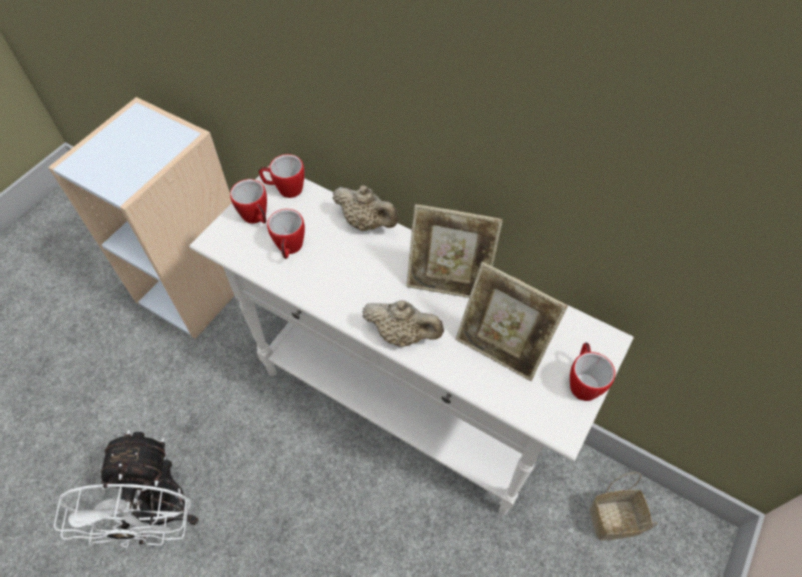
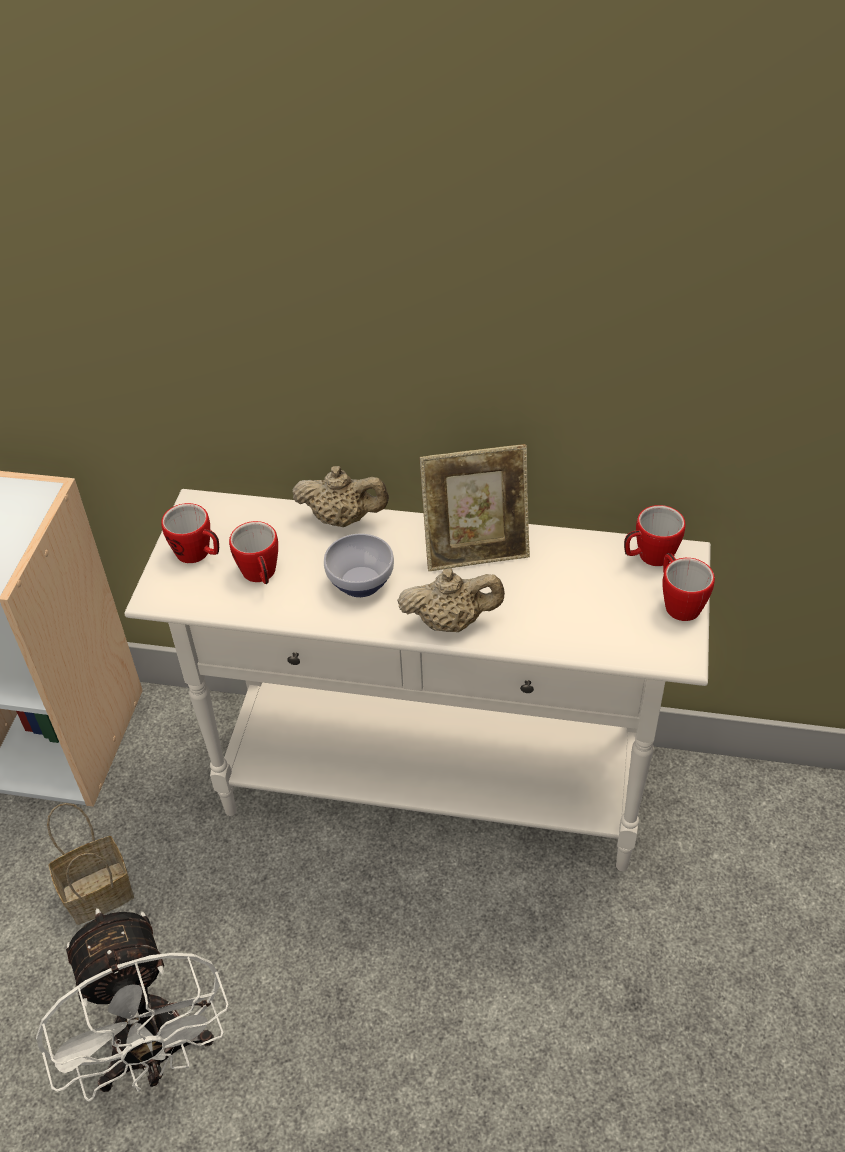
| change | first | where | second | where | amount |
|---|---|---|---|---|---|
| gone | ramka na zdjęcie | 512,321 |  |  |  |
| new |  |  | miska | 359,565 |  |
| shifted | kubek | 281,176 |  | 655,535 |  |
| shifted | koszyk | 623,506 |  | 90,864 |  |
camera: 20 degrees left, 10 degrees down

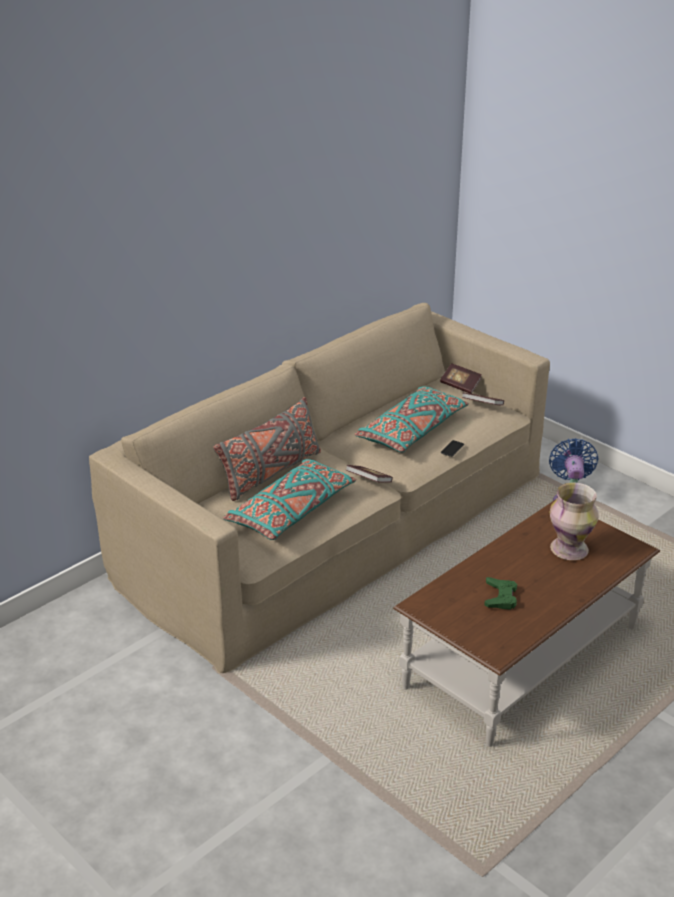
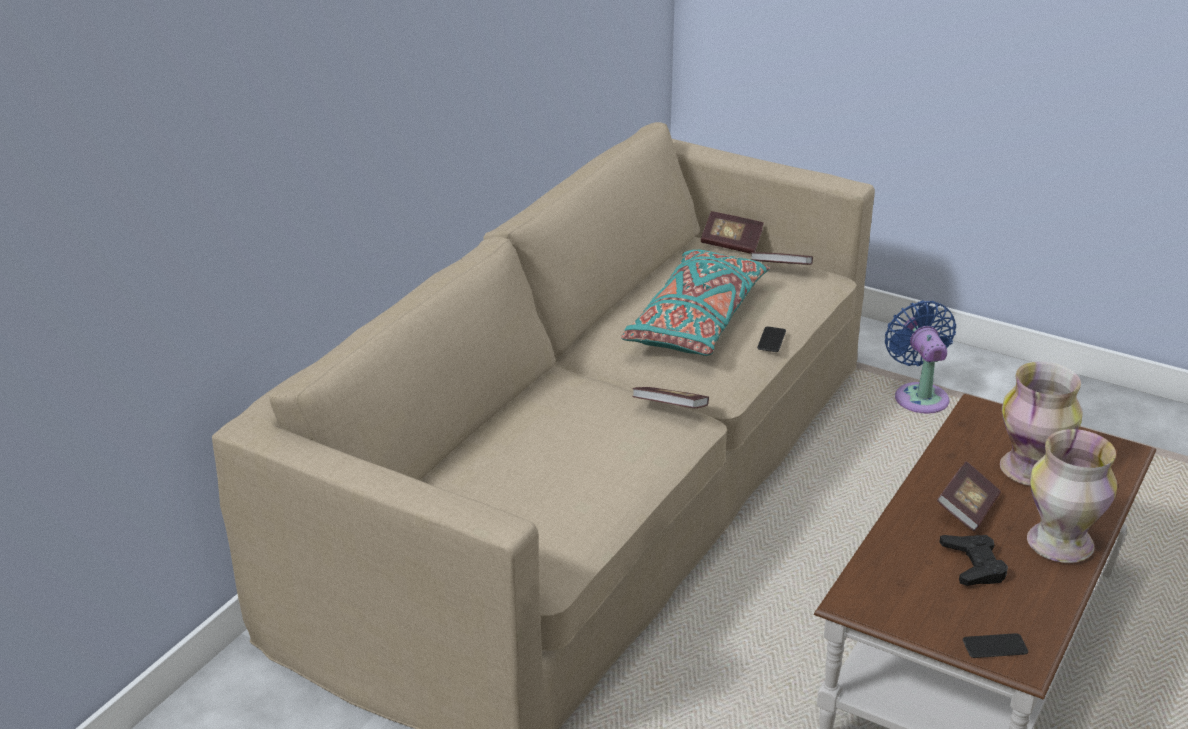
| change | first | where | second | where | amount |
|---|---|---|---|---|---|
| gone | poduszka (szary) | 267,449 |  |  |  |
| gone | poduszka (turkusowy) | 289,499 |  |  |  |
| new |  |  | książka | 969,496 |  |
| new |  |  | telefon | 995,645 |  |
| new |  |  | wazon | 1072,496 |  |
| repainted | pad do gier (zielony) | 500,593 | pad do gier (czarny) | 973,560 |  |
camera: 15 degrees left, 0 degrees up

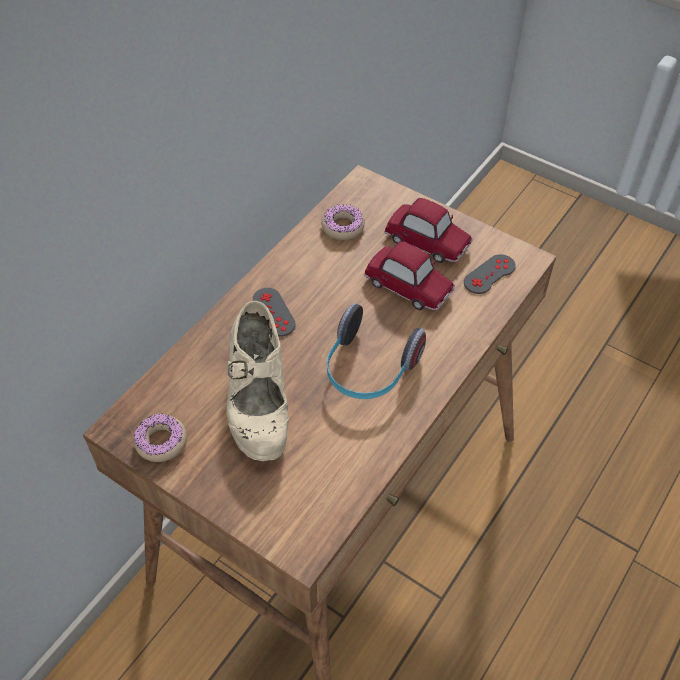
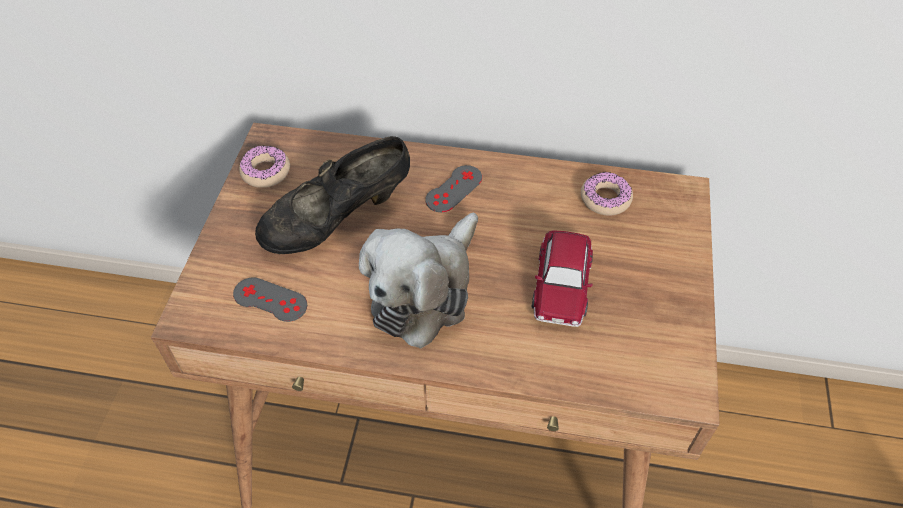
| change | first | where | second | where | amount |
|---|---|---|---|---|---|
| gone | samochodzik | 428,230 |  |  |  |
| shifted | pad do gier (szary) | 490,274 |  | 270,299 |  |
| swapped | słuchawki | 376,351 | pluszak | 418,281 |  |
| repainted | but (beżowy) | 258,381 | but (czarny) | 332,195 |  |
camera: 65 degrees right, 0 degrees up

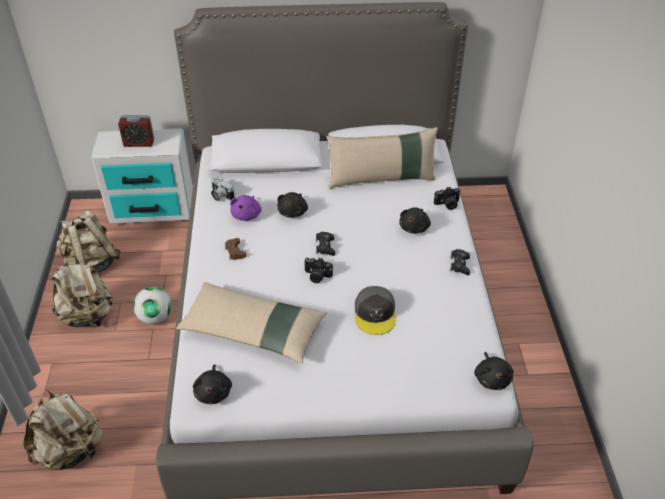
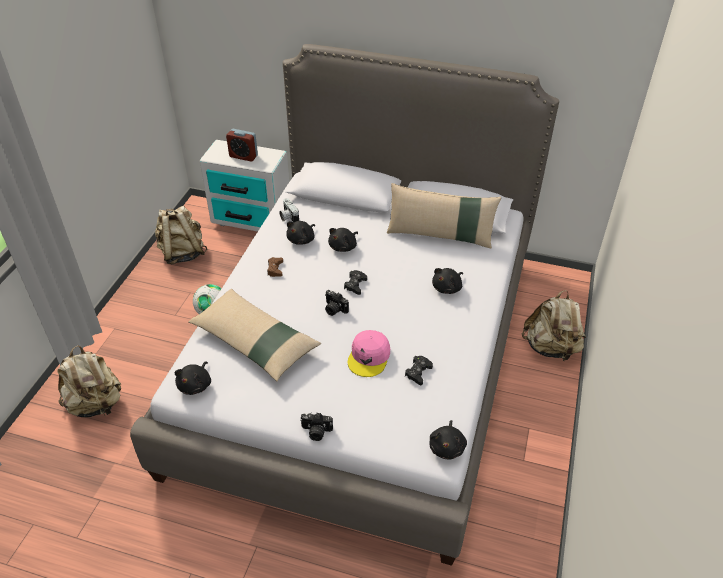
| change | first | where | second | where | amount |
|---|---|---|---|---|---|
| shifted | plecak (beżowy) | 82,292 |  | 554,325 |  |
| shifted | aparat fotograficzny | 447,198 |  | 316,426 |  |
| shifted | pad do gier (czarny) | 460,262 |  | 419,370 |  |
| repainted | pluszak (fioletowy) | 246,208 | pluszak (czarny) | 300,233 |  |
| repainted | czapka z daszkiem (szary) | 375,310 | czapka z daszkiem (różowy) | 369,353 |  |
camera: 20 degrees right, 0 degrees up

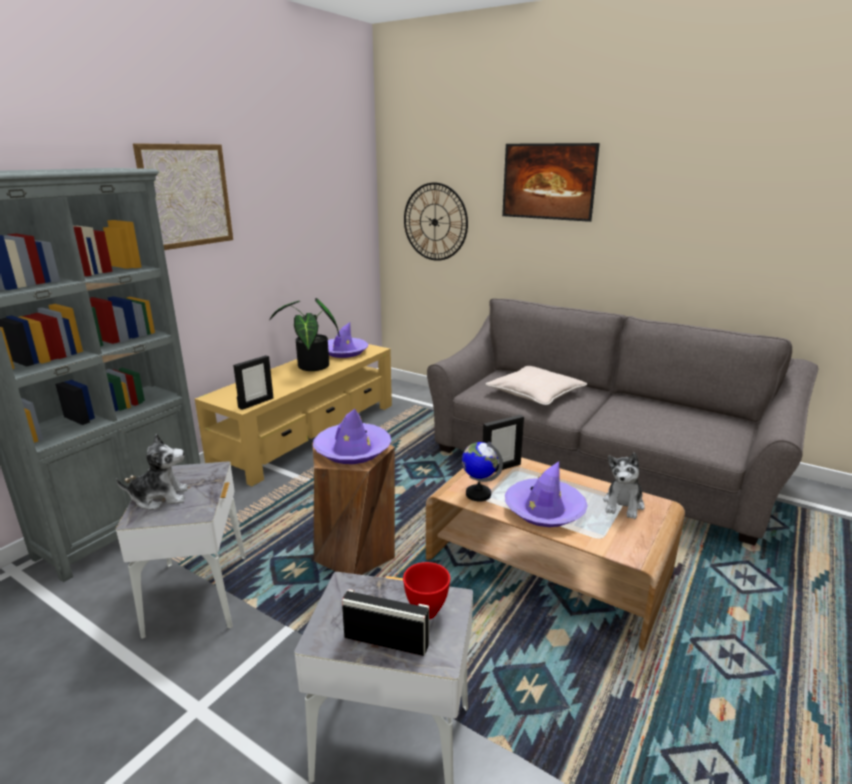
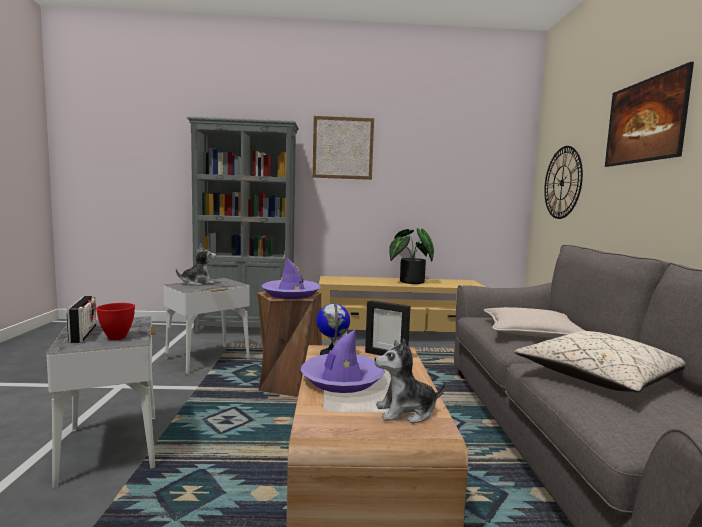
| change | first | where | second | where | amount |
|---|---|---|---|---|---|
| gone | ramka na zdjęcie | 253,382 |  |  |  |
| gone | kapelusz (fioletowy) | 348,340 |  |  |  |
| new |  |  | poduszka (beżowy) | 599,361 |  |
| rotated | pluszak | 152,472 |  | 196,265 | 75 degrees counterclockwise |
camera: 55 degrees right, 15 degrees down

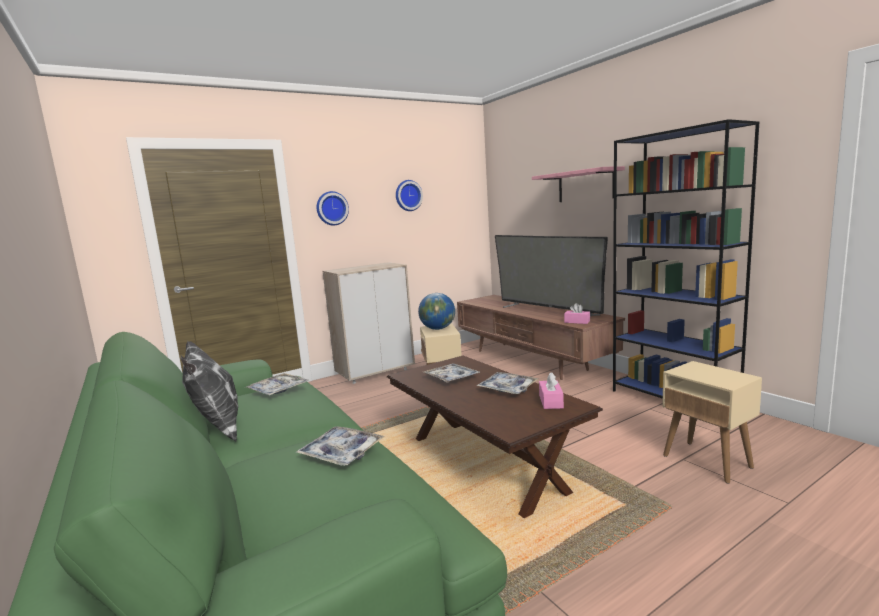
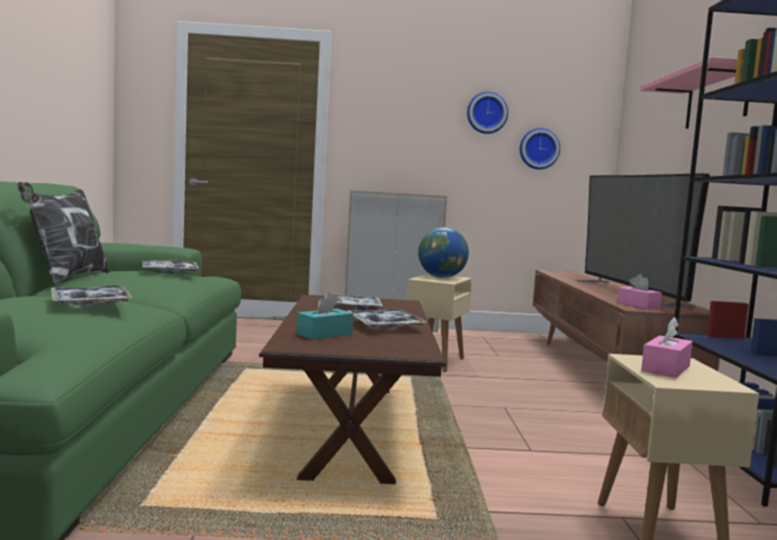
| change | first | where | second | where | amount |
|---|---|---|---|---|---|
| new |  |  | pudełko chusteczek (turkusowy) | 325,316 |  |
| shifted | zegar ścienny | 333,208 |  | 540,148 |  |
| shifted | pudełko chusteczek (różowy) | 551,391 |  | 667,347 |  |
camera: 30 degrees right, 5 degrees down

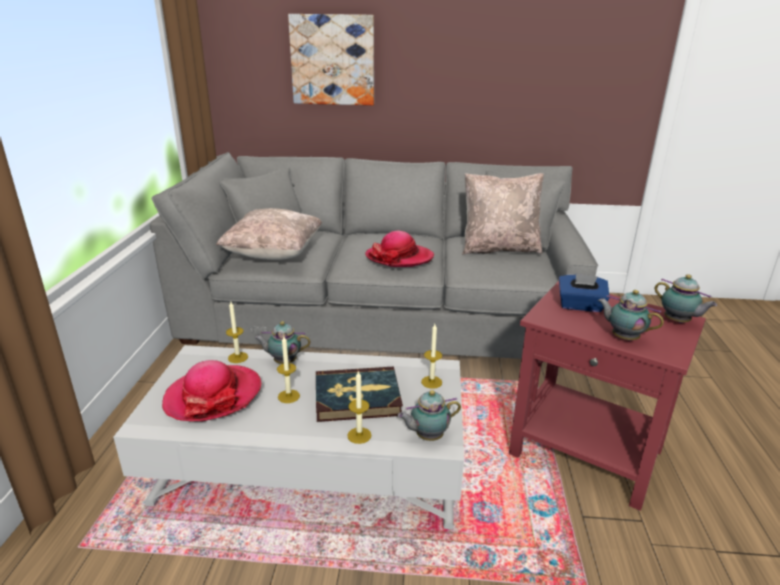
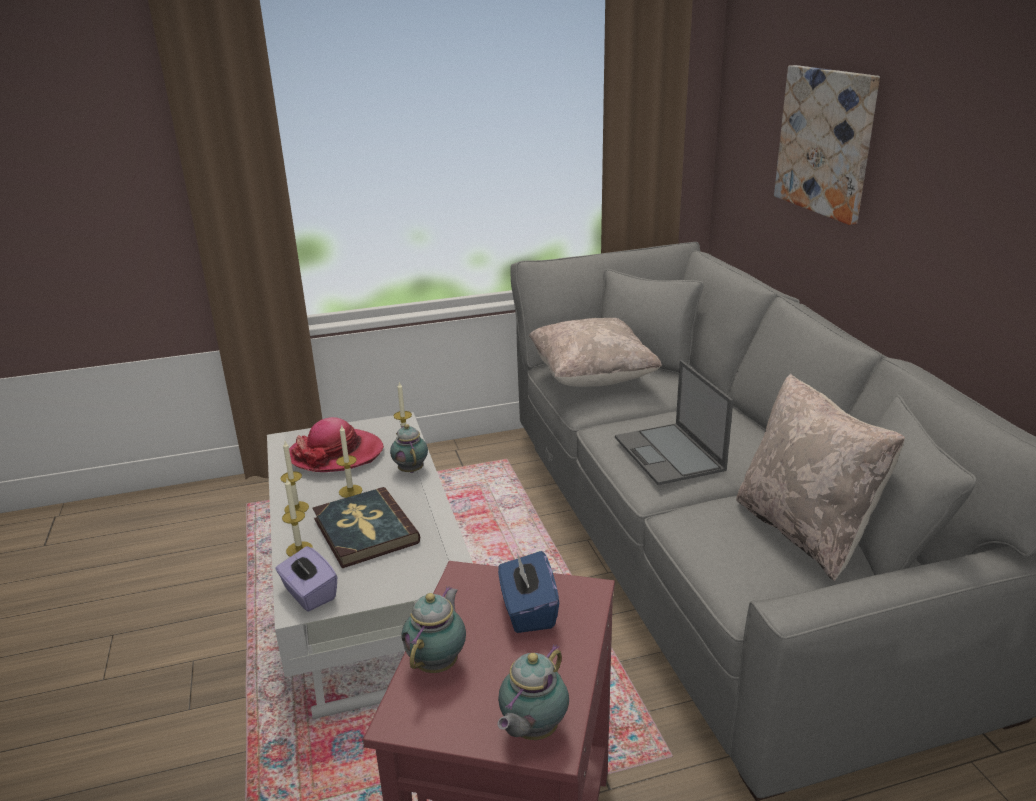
| change | first | where | second | where | amount |
|---|---|---|---|---|---|
| shifted | świeca | 431,356 |  | 295,477 |  |
| swapped | kapelusz | 399,249 | laptop | 674,422 |  |
| swapped | imbryk | 429,415 | pudełko chusteczek (fioletowy) | 306,578 |  |
camera: 70 degrees right, 0 degrees up

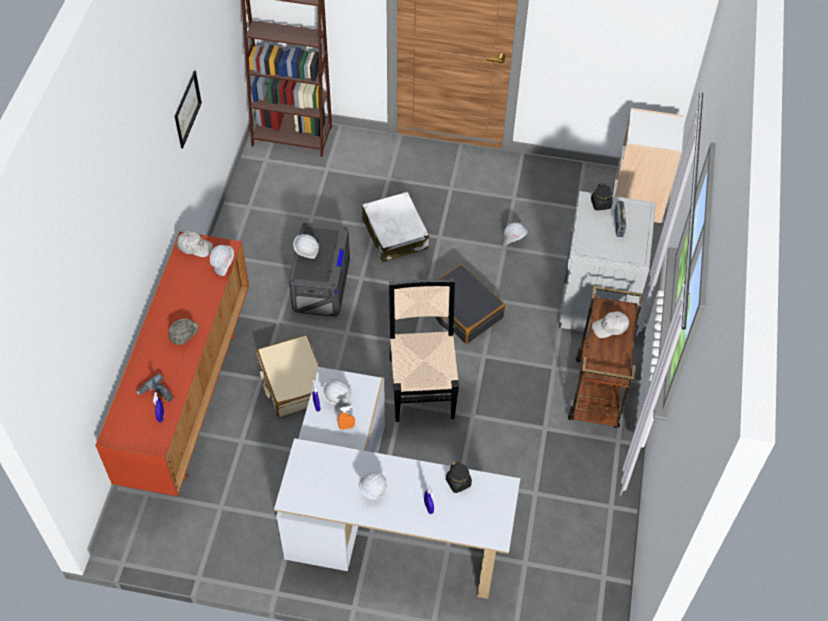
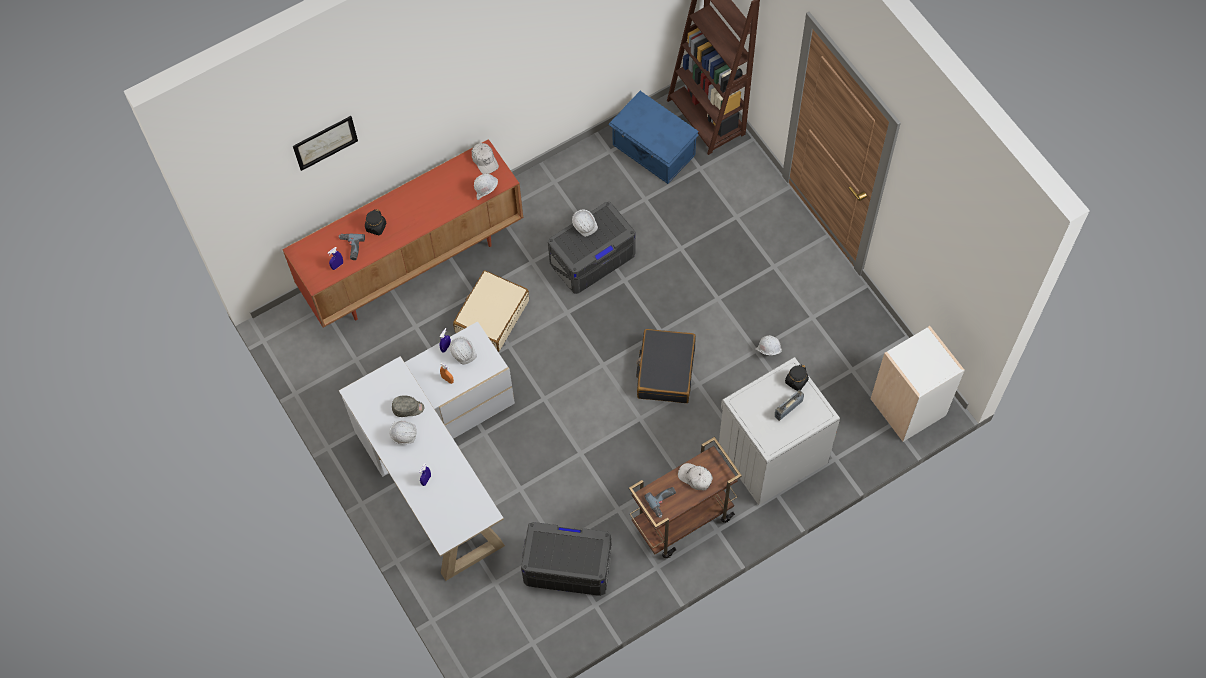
| change | first | where | second | where | amount |
|---|---|---|---|---|---|
| gone | walizka (biały) | 395,227 |  |  |  |
| gone | krzesło | 424,350 |  |  |  |
| new |  |  | pojemnik do przechowywania (szary) | 566,559 |  |
| new |  |  | pojemnik do przechowywania (niebieski) | 653,137 |  |
| new |  |  | wiertarka | 660,502 |  |
| shifted | czapka z daszkiem (szary) | 184,332 |  | 408,406 |  |
| shifted | obraz | 188,109 |  | 325,143 |  |
| shifted | słoik (czarny) | 459,477 |  | 376,222 |  |
camera: 50 degrees right, 10 degrees up

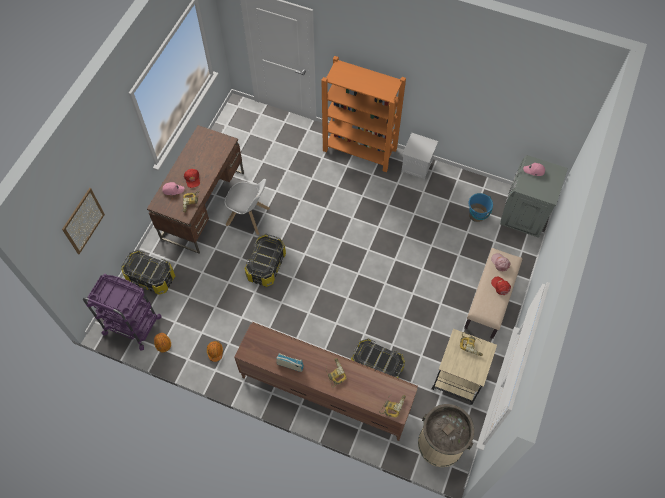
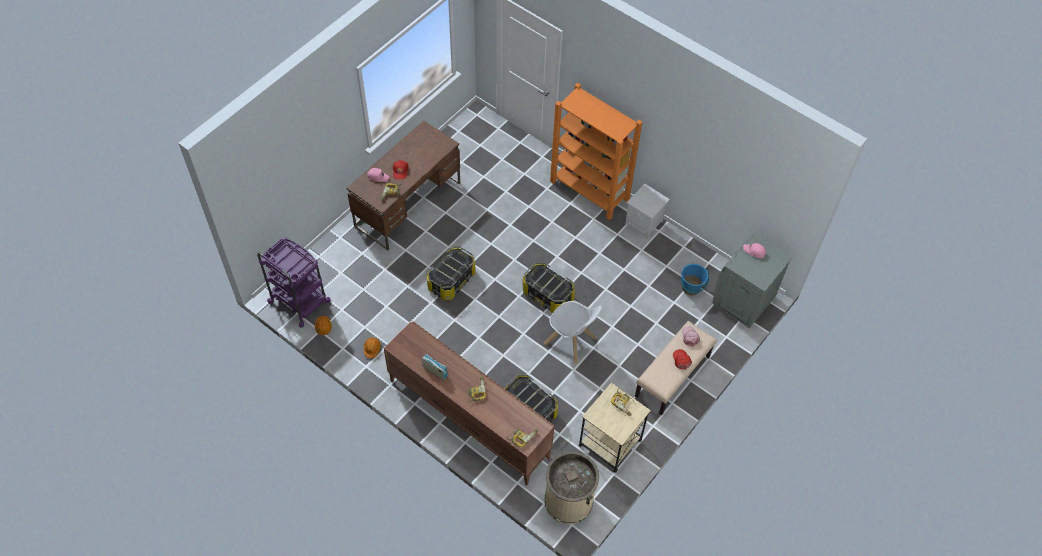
| change | first | where | second | where | amount |
|---|---|---|---|---|---|
| gone | obraz | 83,221 |  |  |  |
| shifted | pojemnik do przechowywania | 148,272 |  | 548,287 |  |
| shifted | krzesło | 247,207 |  | 572,332 |  |
camera: 15 degrees right, 5 degrees down

